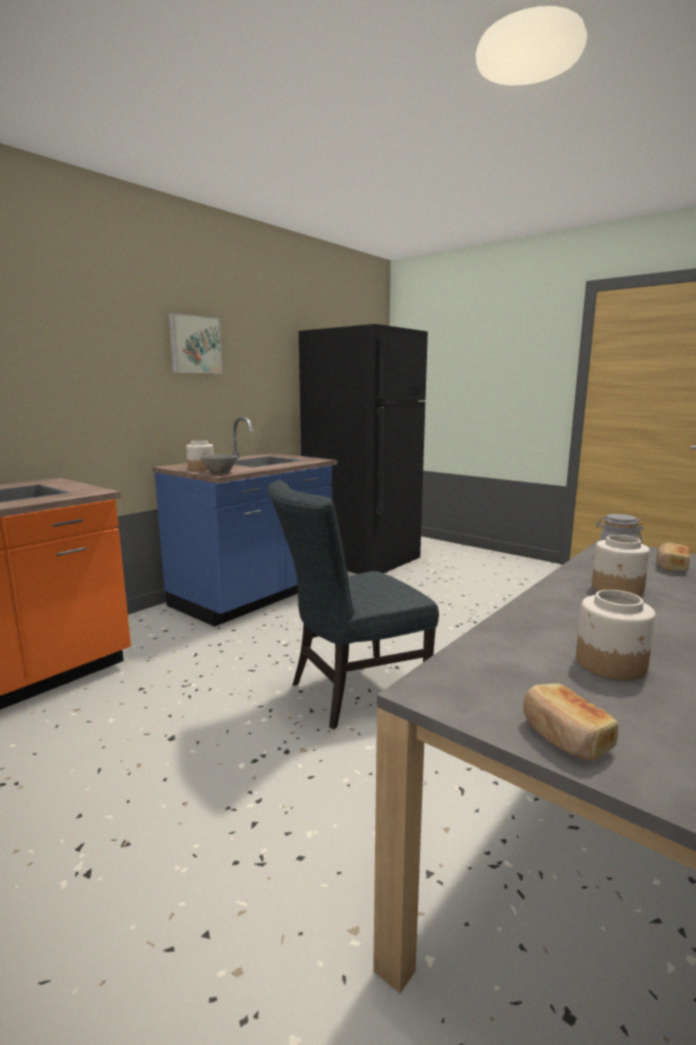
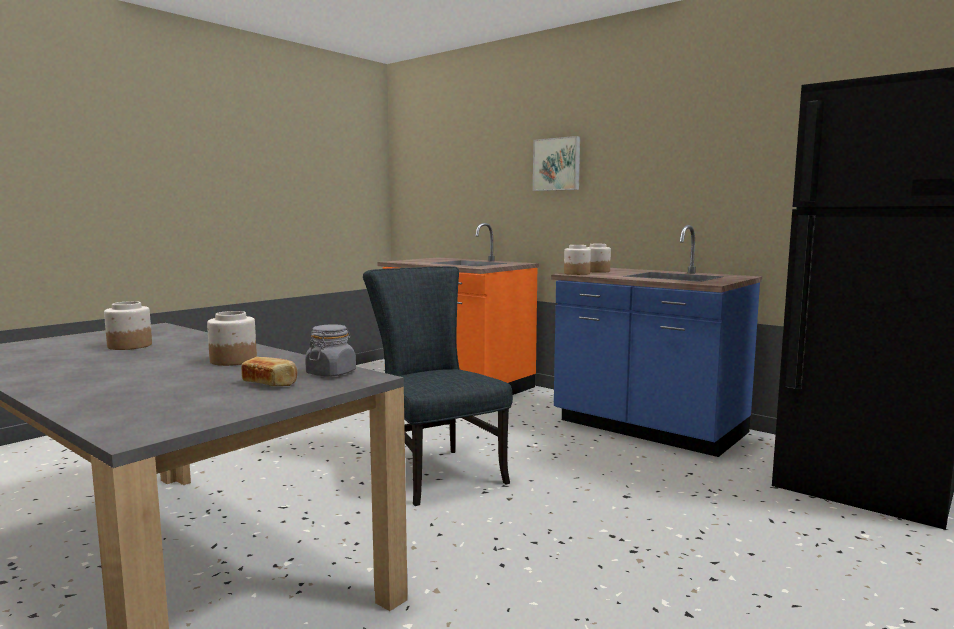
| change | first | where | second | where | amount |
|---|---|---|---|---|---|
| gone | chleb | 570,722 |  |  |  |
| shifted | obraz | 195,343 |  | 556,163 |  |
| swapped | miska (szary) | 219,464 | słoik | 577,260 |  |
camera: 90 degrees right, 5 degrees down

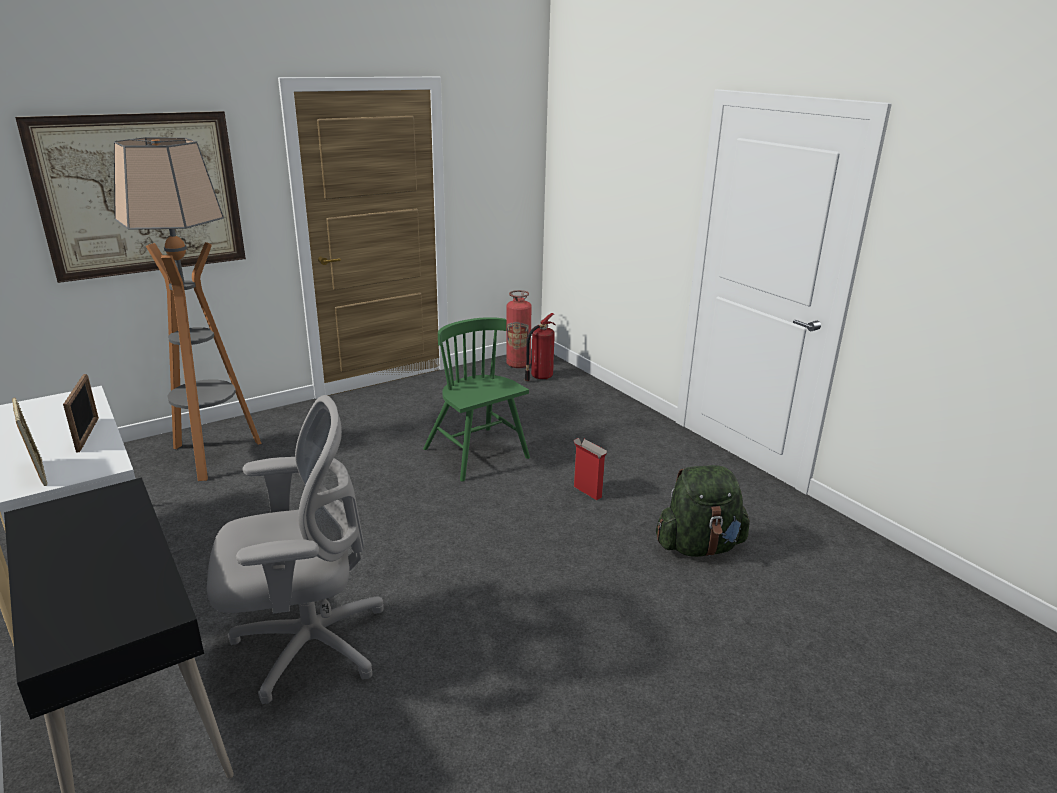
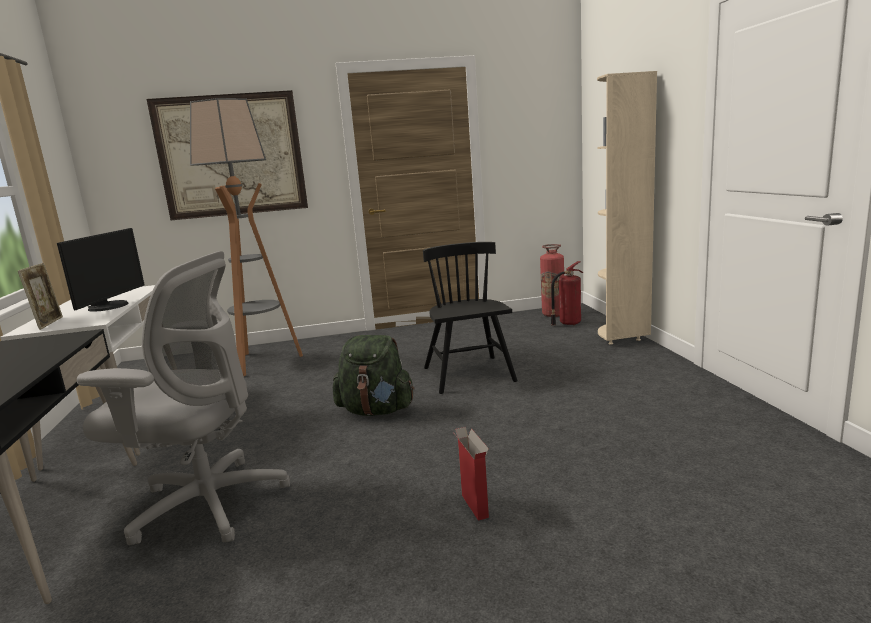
| change | first | where | second | where | amount |
|---|---|---|---|---|---|
| new |  |  | regał (beżowy) | 627,208 |  |
| shifted | karton | 590,469 |  | 472,474 |  |
| shifted | plecak (zielony) | 703,511 |  | 373,375 |  |
| swapped | ramka na zdjęcie | 81,413 | monitor | 101,270 |  |
| repainted | krzesło (zielony) | 476,399 | krzesło (czarny) | 470,318 |  |
camera: 25 degrees right, 10 degrees down

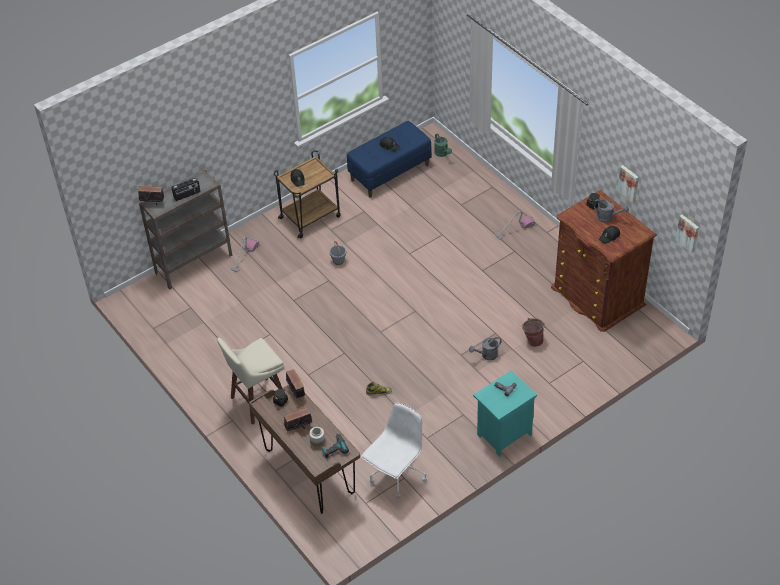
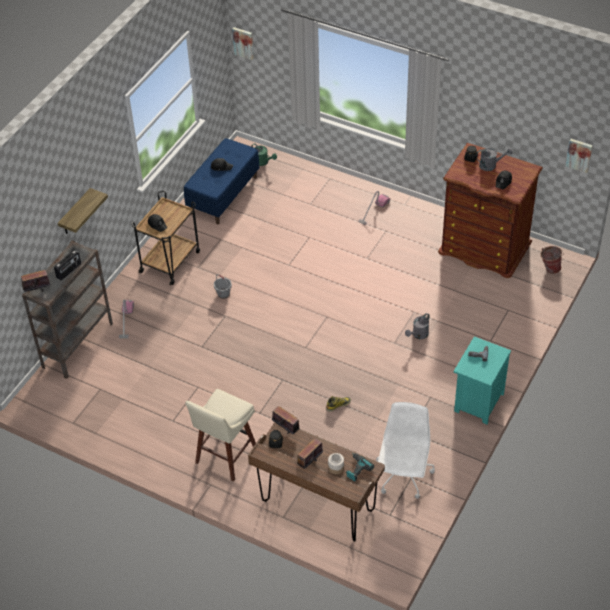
| change | first | where | second | where | amount |
|---|---|---|---|---|---|
| new |  |  | półka | 83,211 |  |
| shifted | wiadro | 533,332 |  | 551,260 |  |
| shifted | obraz | 628,184 |  | 243,43 |  |
camera: 25 degrees left, 0 degrees up

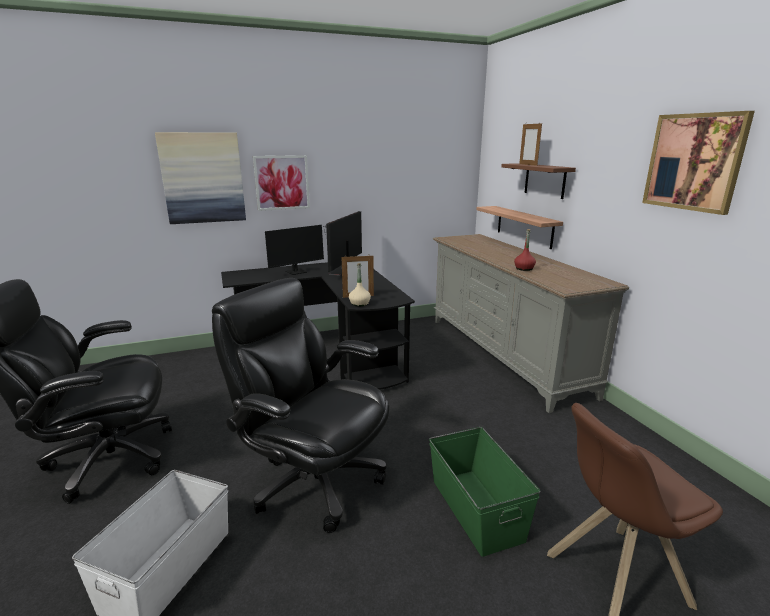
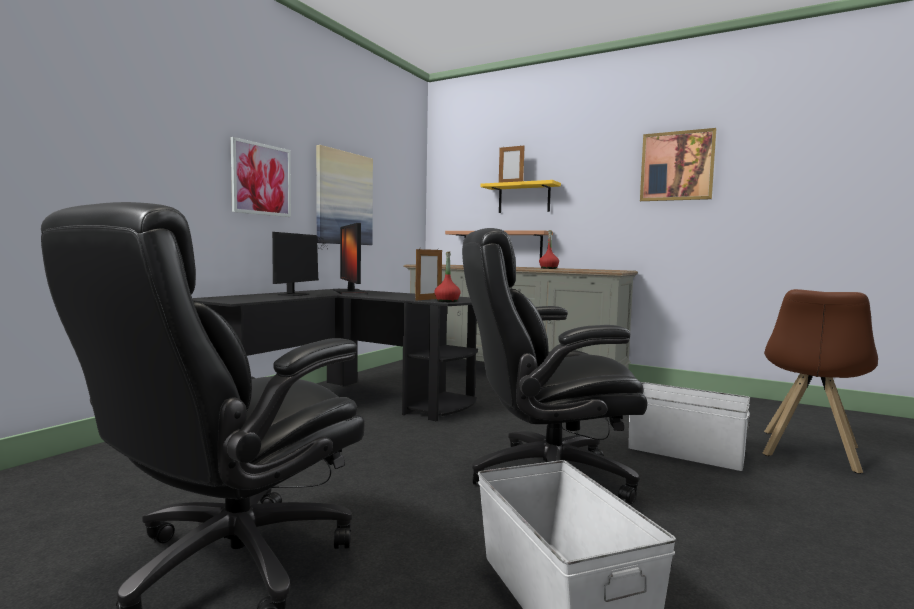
| change | first | where | second | where | amount |
|---|---|---|---|---|---|
| shifted | obraz | 200,178 |  | 344,195 |  |
| repainted | butelka (beżowy) | 360,285 | butelka (czerwony) | 447,277 |  |
| repainted | pojemnik do przechowywania (zielony) | 484,492 | pojemnik do przechowywania (biały) | 689,426 |  |
| repainted | półka (brązowy) | 538,181 | półka (żółty) | 521,196 |  |
camera: 40 degrees left, 15 degrees down

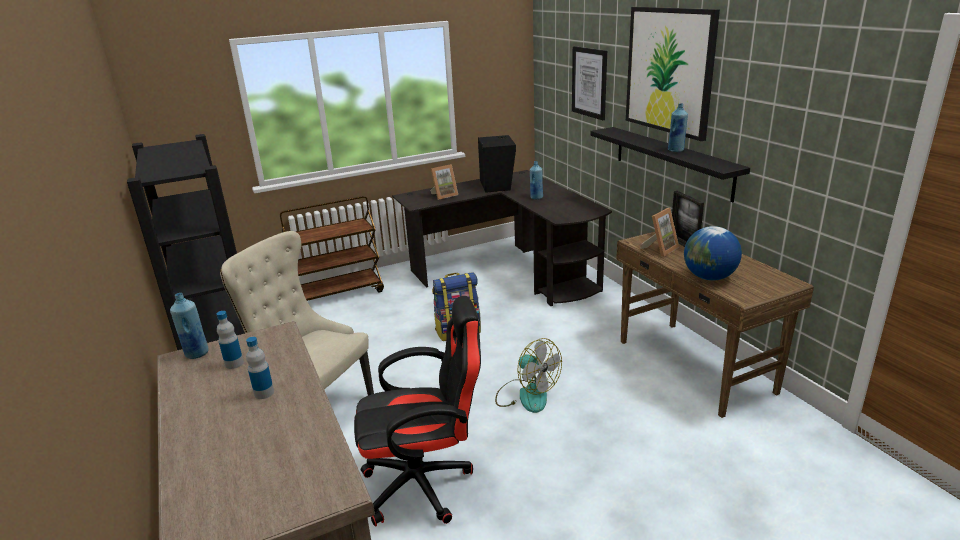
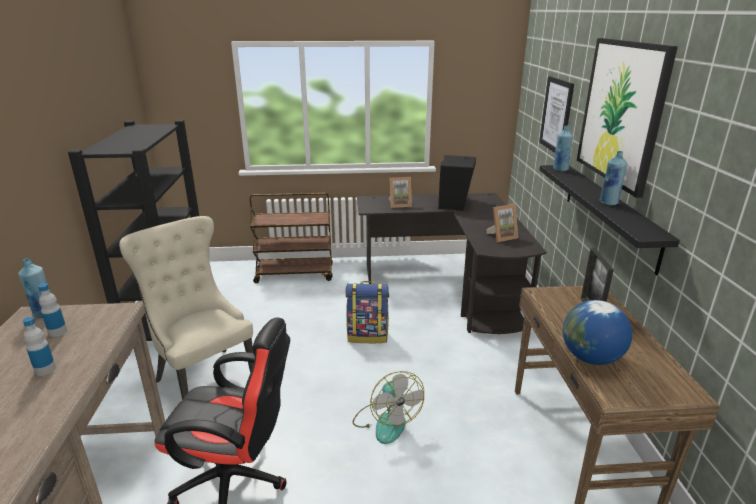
| change | first | where | second | where | amount |
|---|---|---|---|---|---|
| shifted | butelka (niebieski) | 536,180 |  | 563,148 |  |
| shifted | ramka na zdjęcie | 659,232 |  | 502,223 |  |
camera: 20 degrees right, 0 degrees up

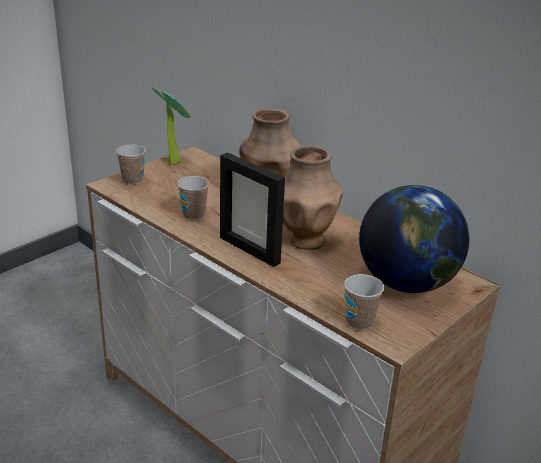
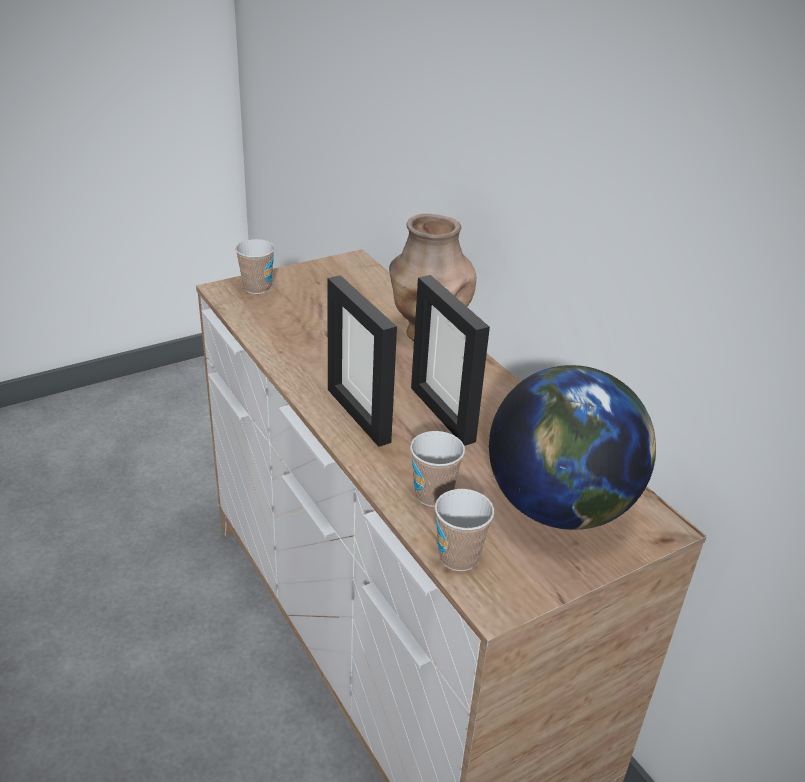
| change | first | where | second | where | amount |
|---|---|---|---|---|---|
| gone | roślina doniczkowa | 171,126 |  |  |  |
| shifted | filiżanka | 193,198 |  | 437,469 |  |
| swapped | wazon (brązowy) | 313,197 | ramka na zdjęcie | 450,360 |  |
camera: 15 degrees right, 5 degrees up

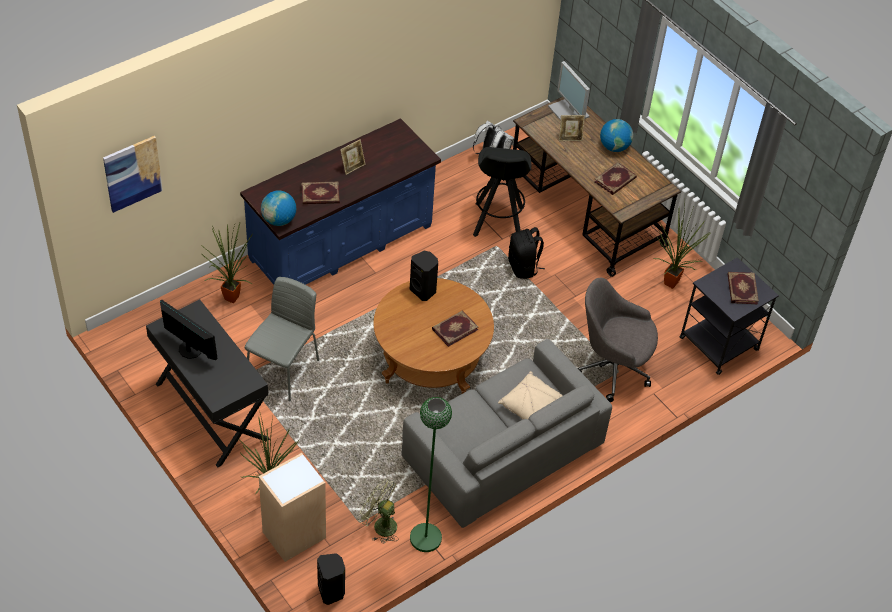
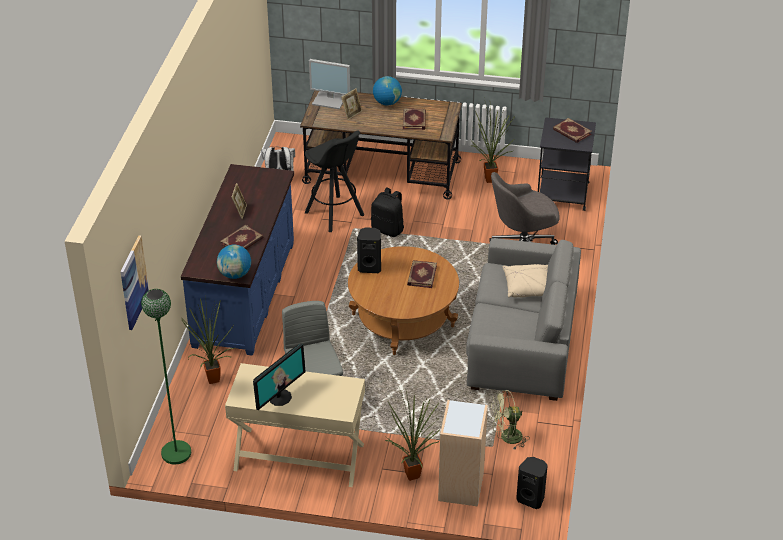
| change | first | where | second | where | amount |
|---|---|---|---|---|---|
| shifted | lampa stojąca (zielony) | 431,474 |  | 166,376 |  |
| repainted | biurko (czarny) | 208,383 | biurko (beżowy) | 295,425 |  |
| rotated | monitor | 189,329 |  | 279,376 | 135 degrees clockwise |
camera: 40 degrees left, 10 degrees down

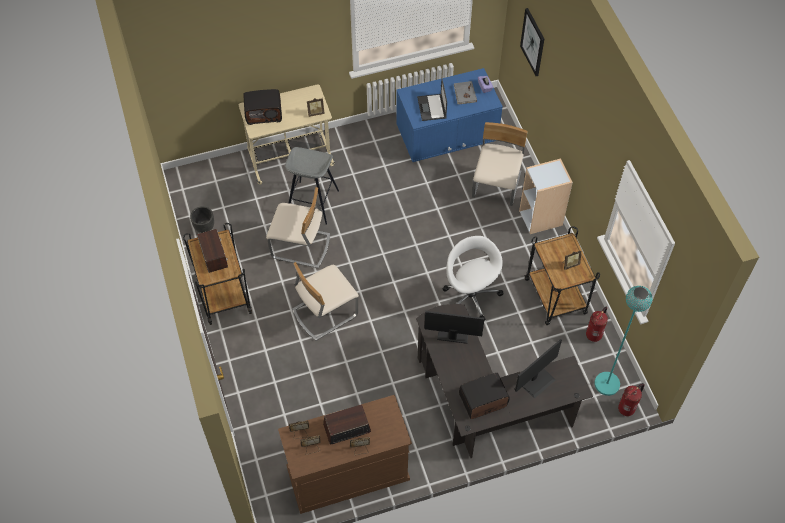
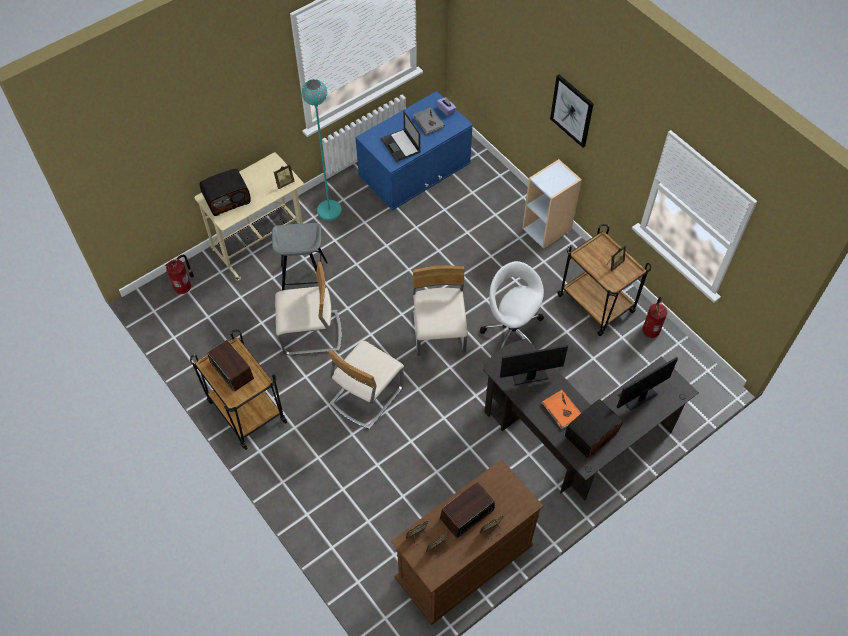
| change | first | where | second | where | amount |
|---|---|---|---|---|---|
| gone | donica (czarny) | 202,219 |  |  |  |
| new |  |  | książka (pomarańczowy) | 561,409 |  |
| shifted | krzesło (beżowy) | 499,164 |  | 440,310 |  |
| shifted | obraz | 532,42 |  | 572,111 |  |
| shifted | lampa stojąca (turkusowy) | 623,341 |  | 322,150 |  |
| shifted | gaśnica | 631,399 |  | 179,274 |  |
| rotated | monitor | 538,369 |  | 647,384 | 150 degrees counterclockwise |
camera: 20 degrees left, 0 degrees up

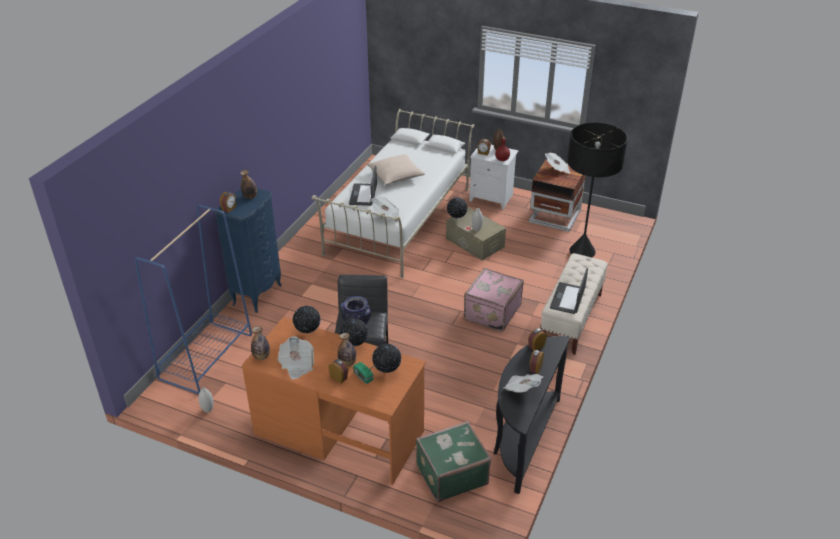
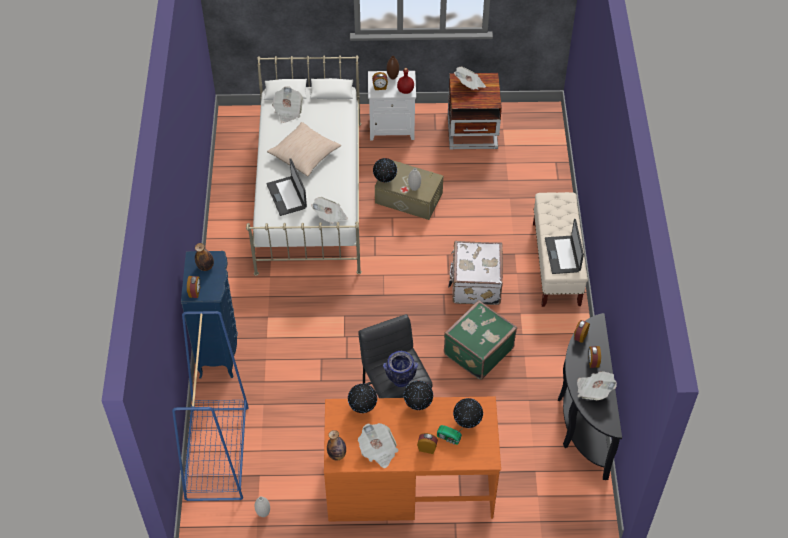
| change | first | where | second | where | amount |
|---|---|---|---|---|---|
| gone | butelka | 347,350 |  |  |  |
| gone | lampa stojąca (czarny) | 597,190 |  |  |  |
| new |  |  | gazeta | 287,104 |  |
| shifted | walizka (zielony) | 453,461 |  | 480,340 |  |
| repainted | walizka (różowy) | 494,299 | walizka (biały) | 475,273 |  |
camera: 25 degrees left, 15 degrees up

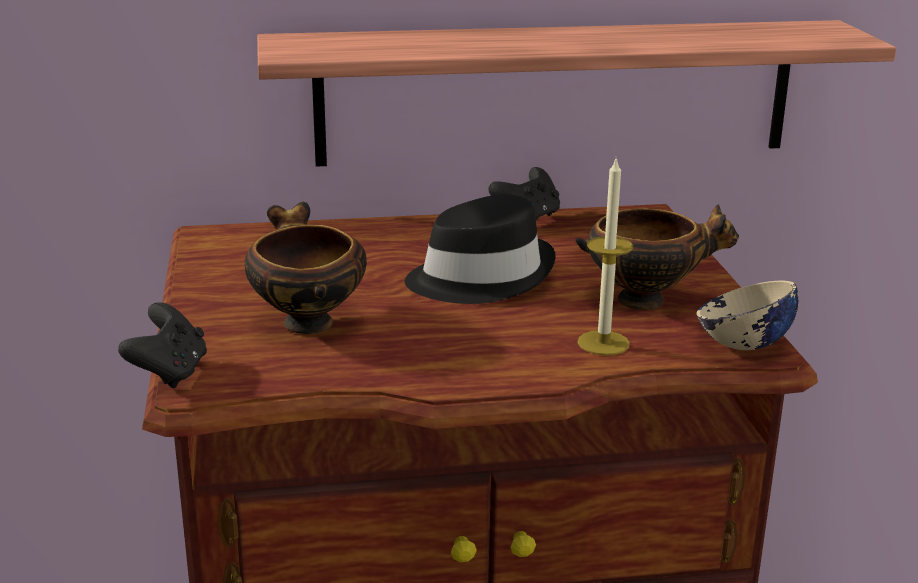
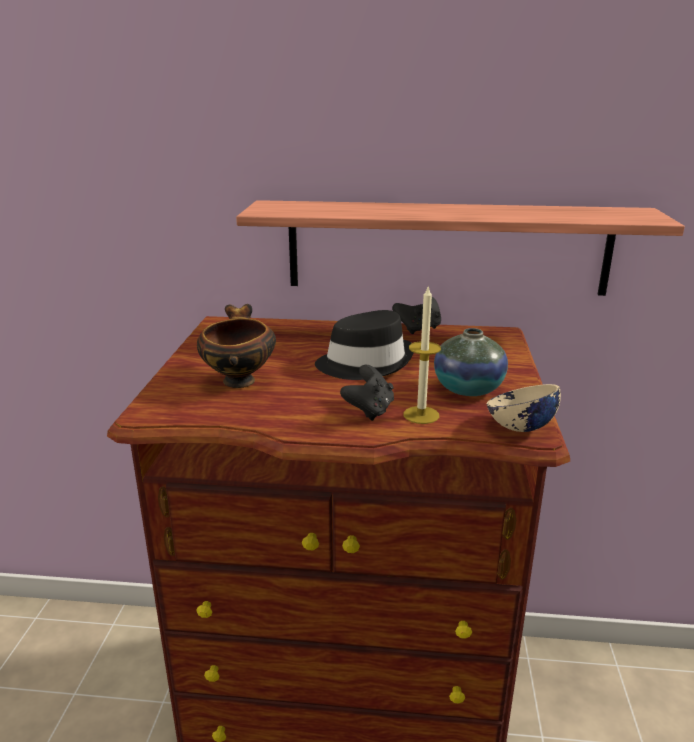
| change | first | where | second | where | amount |
|---|---|---|---|---|---|
| shifted | pad do gier (czarny) | 162,345 |  | 367,393 |  |
| swapped | miska | 657,257 | wazon | 471,362 |  |
camera: 15 degrees right, 0 degrees up

